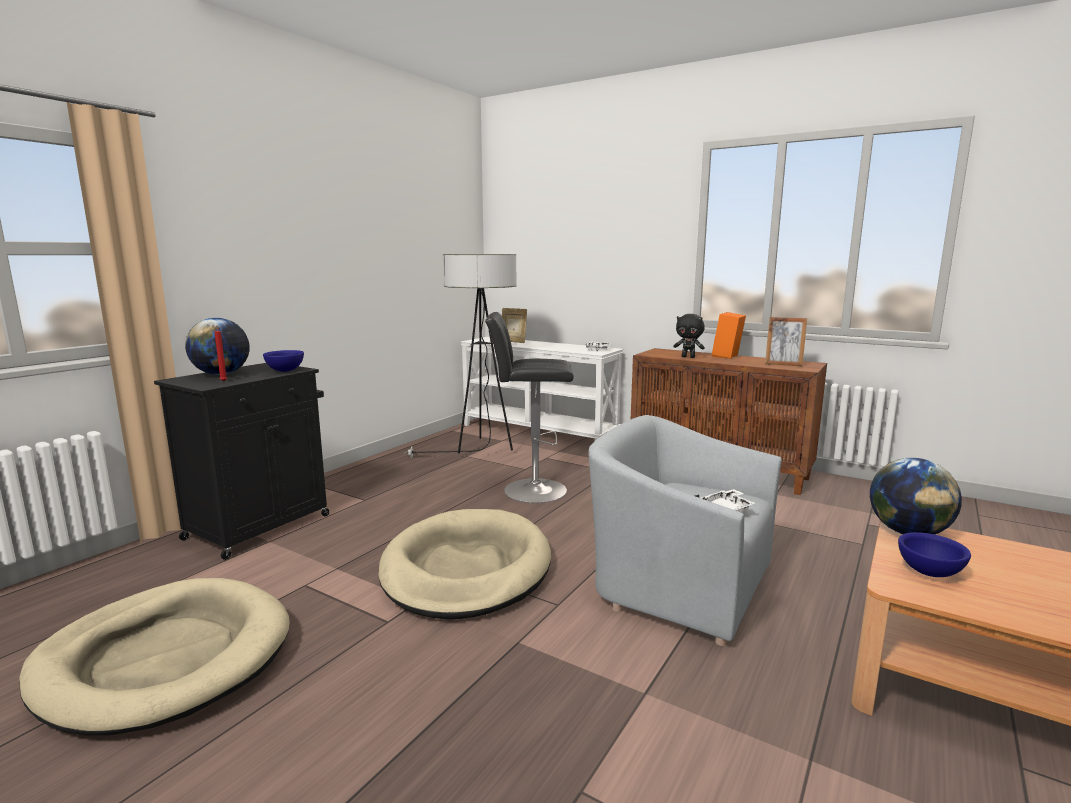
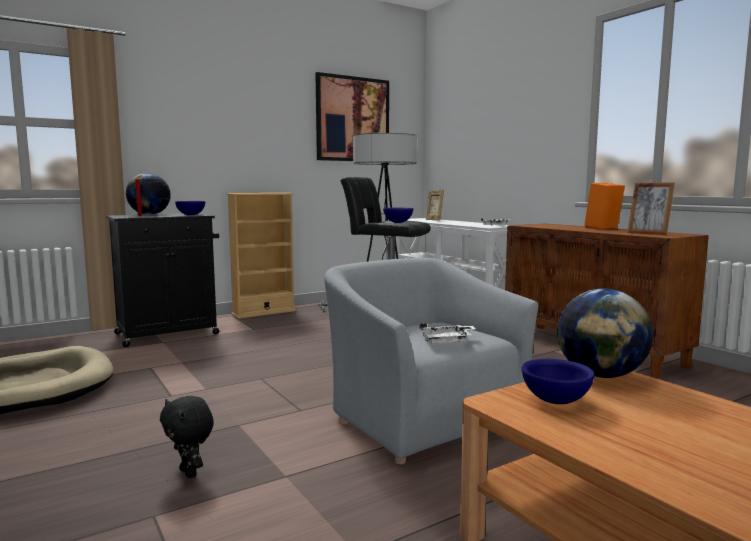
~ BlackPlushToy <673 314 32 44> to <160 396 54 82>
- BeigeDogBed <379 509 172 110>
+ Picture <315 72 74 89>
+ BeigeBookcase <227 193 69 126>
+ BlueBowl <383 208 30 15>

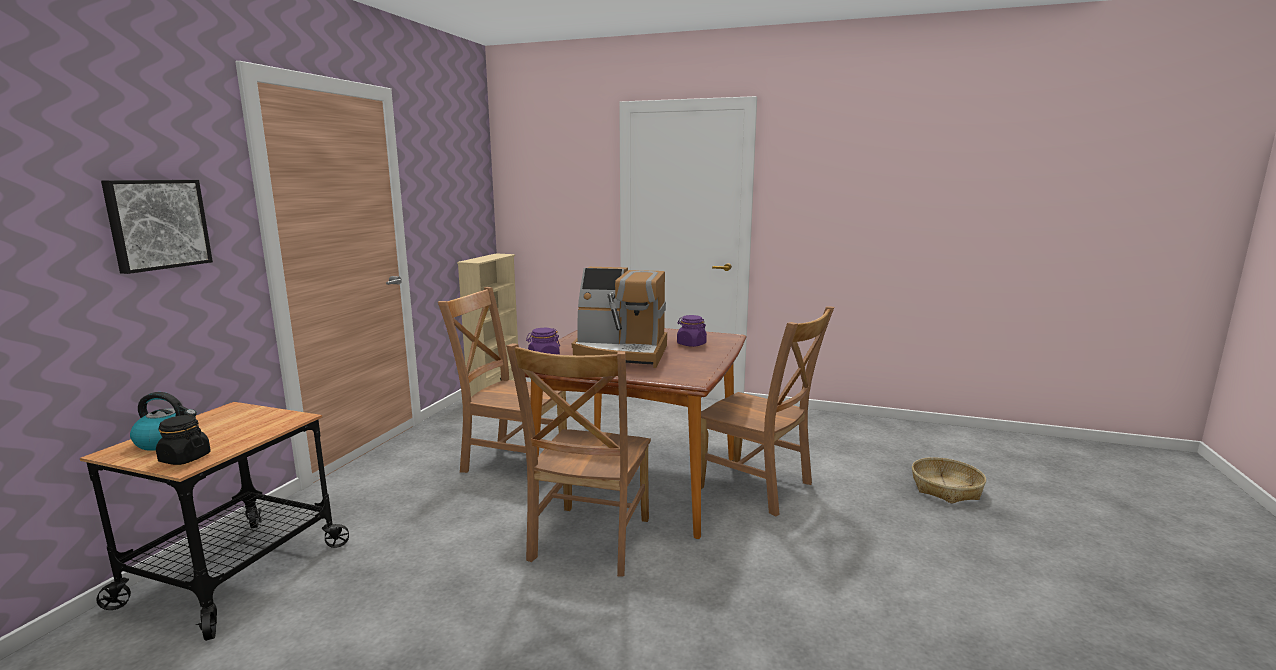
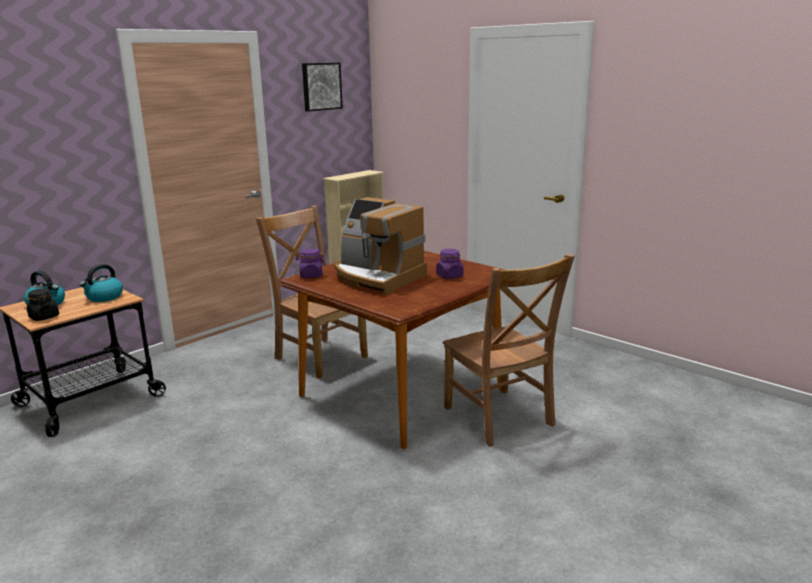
~ Picture <101 180 112 94> to <302 63 41 48>
- BrownChair <506 343 145 234>
- Basket <912 457 74 47>
+ Kettle <80 264 43 38>

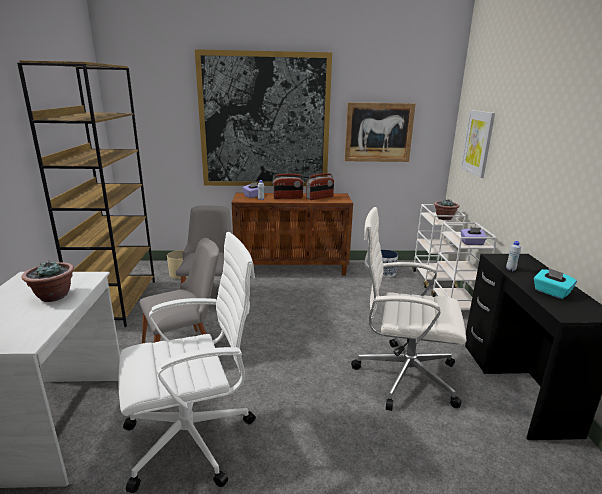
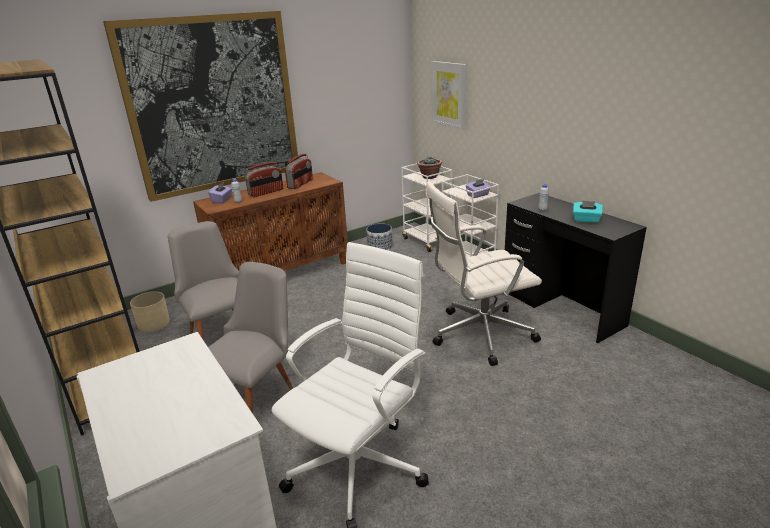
- Picture <344 102 72 60>
- PottedPlant <22 260 52 42>

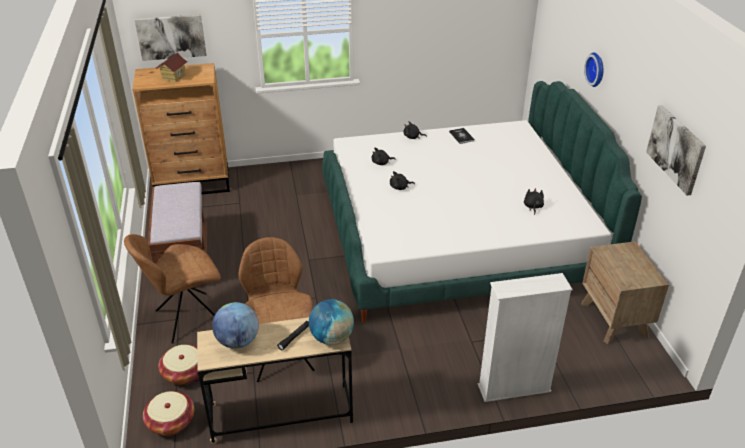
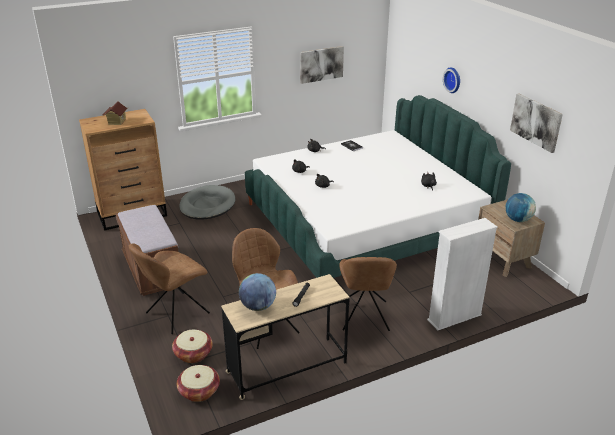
~ Picture <135 15 72 46> to <300 46 44 38>
~ Globe <309 299 45 46> to <505 193 31 29>
+ GreyDogBed <179 185 56 35>
+ BrownChair <339 257 58 74>

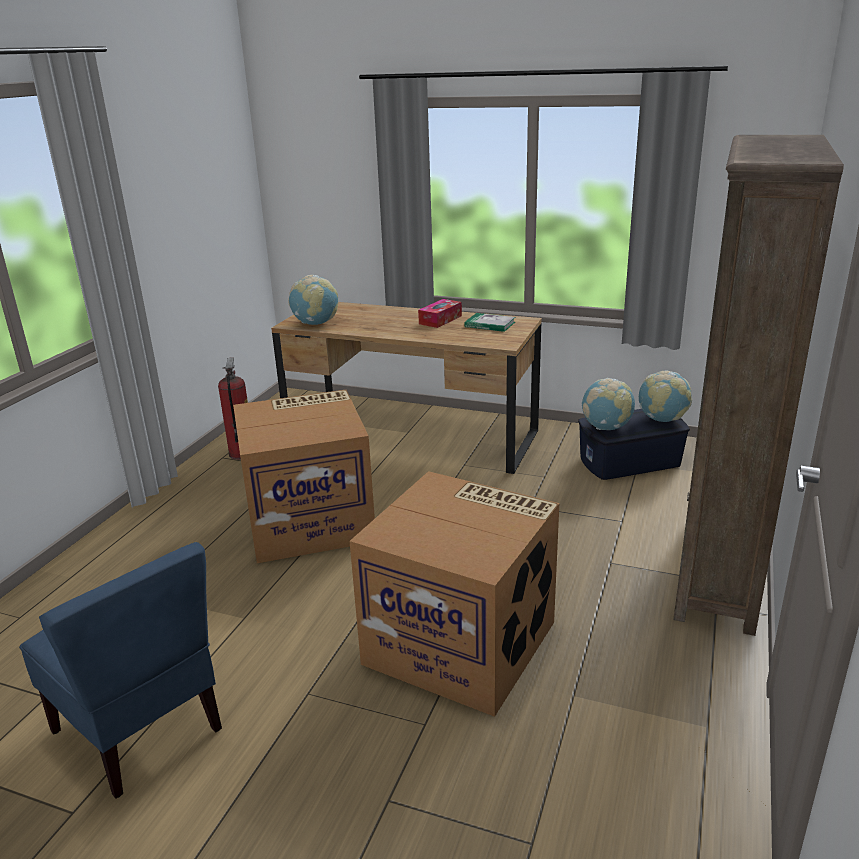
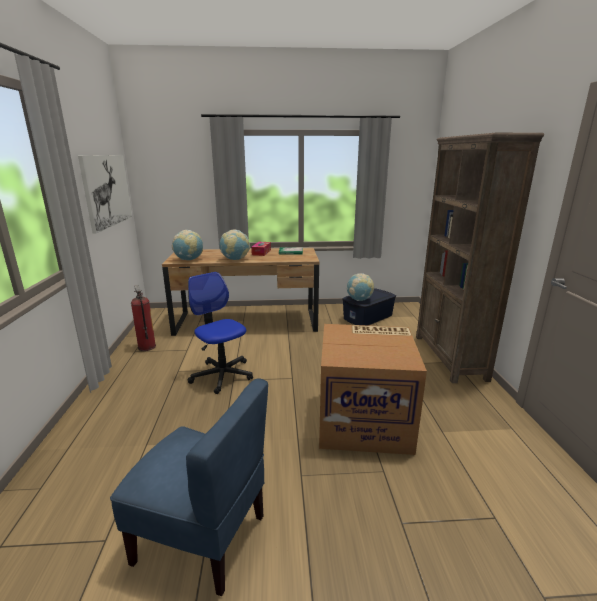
~ Globe <639 370 53 52> to <220 229 30 31>
~ CardboardBox <233 390 142 173> to OfficeChair <188 272 65 122>
+ Picture <78 155 54 78>

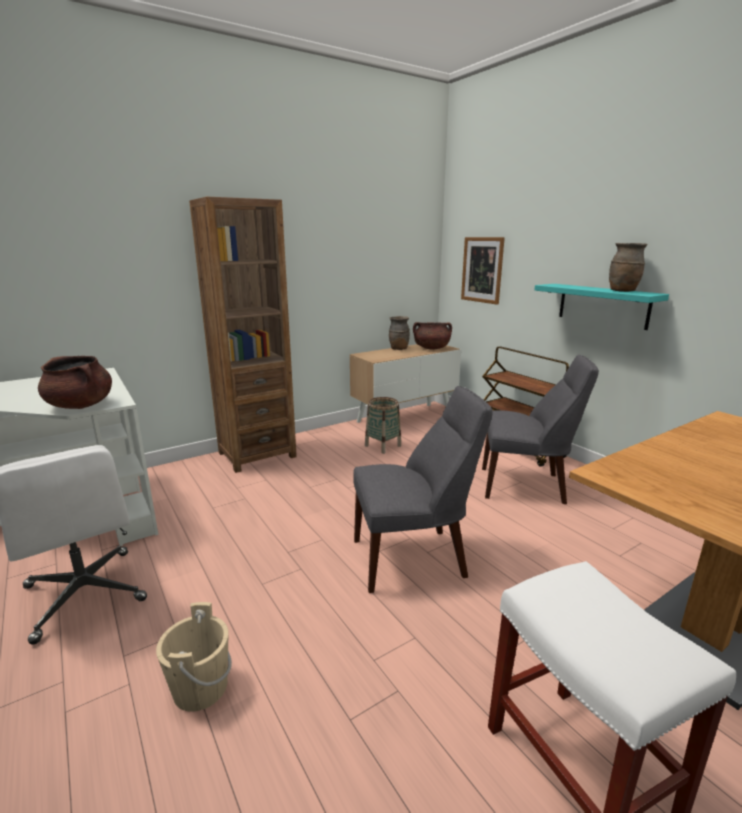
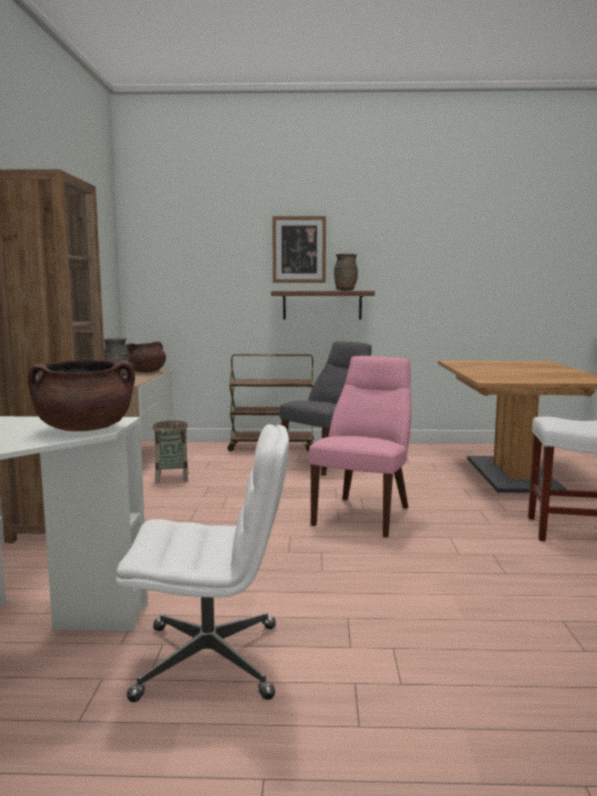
~ Picture <461 237 44 68> to <272 216 54 67>
~ TurquoiseShelf <534 284 135 46> to BrownShelf <271 291 104 29>
~ GreyChair <353 386 140 207> to PinkChair <308 356 103 182>
- BeigeBucket <156 602 76 110>

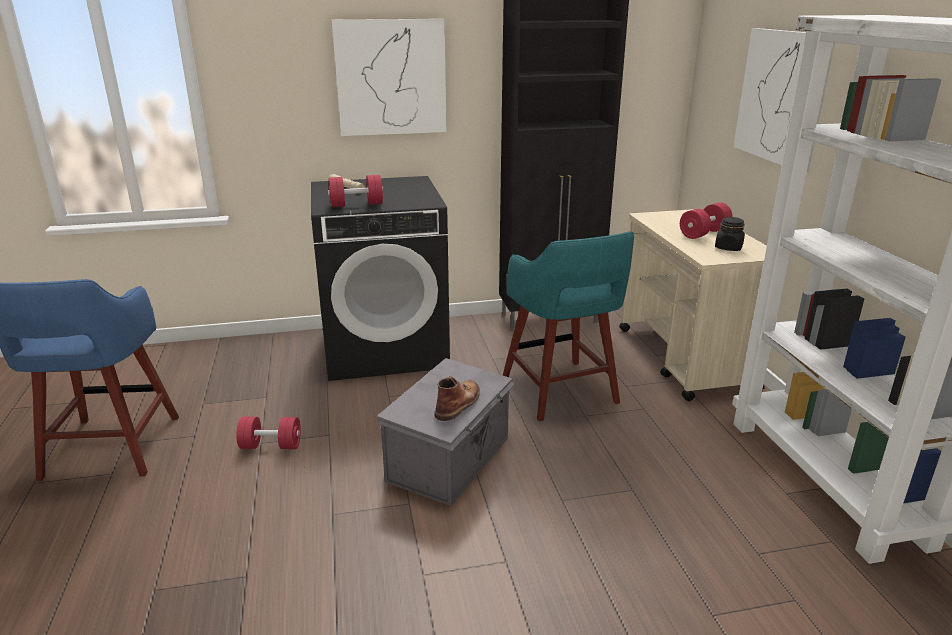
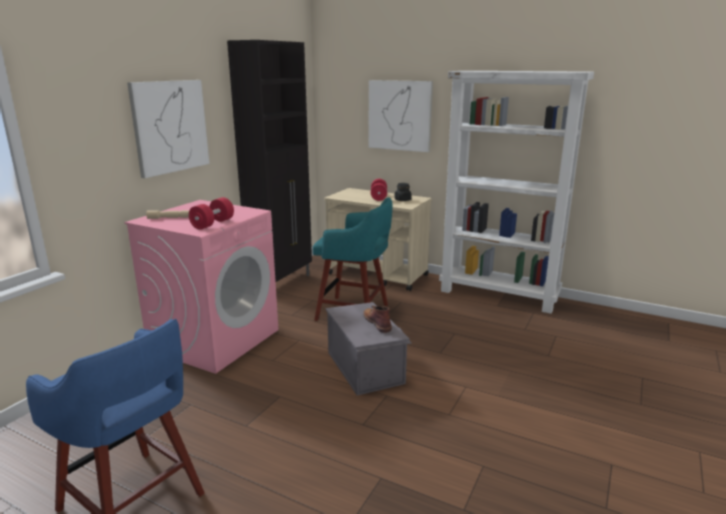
~ BlackWashingMachine <311 176 139 205> to PinkWashingMachine <124 200 154 174>
- RedDumbbell <236 417 65 32>

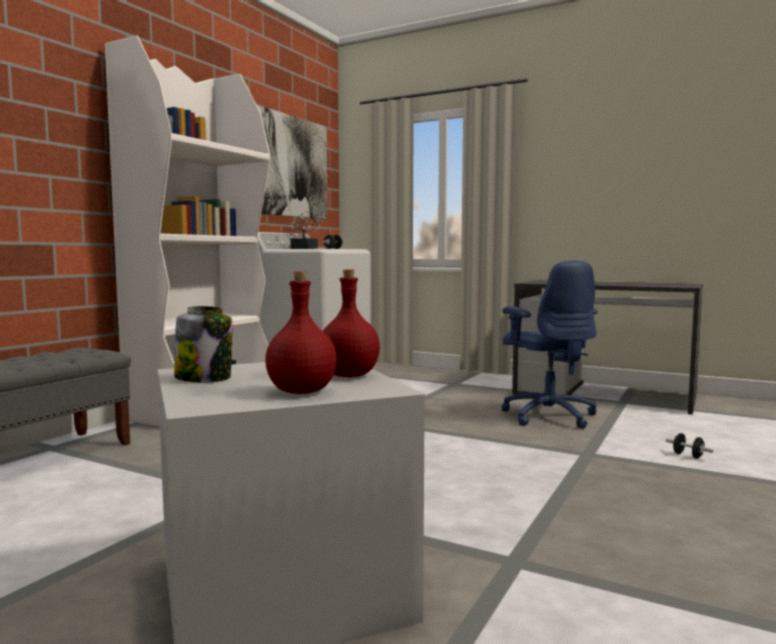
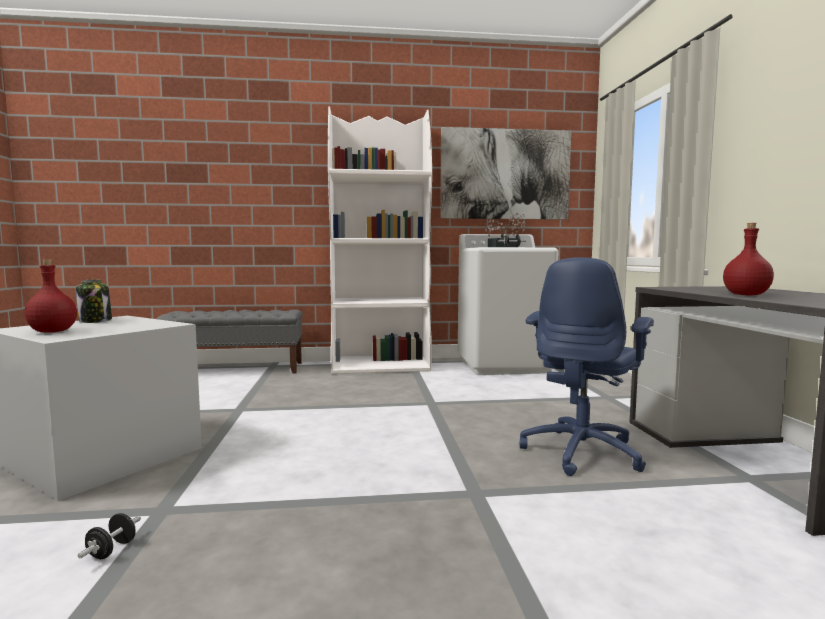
~ RedBottle <323 269 57 108> to <723 223 51 72>
~ BlackDumbbell <666 433 48 26> to <78 513 63 46>

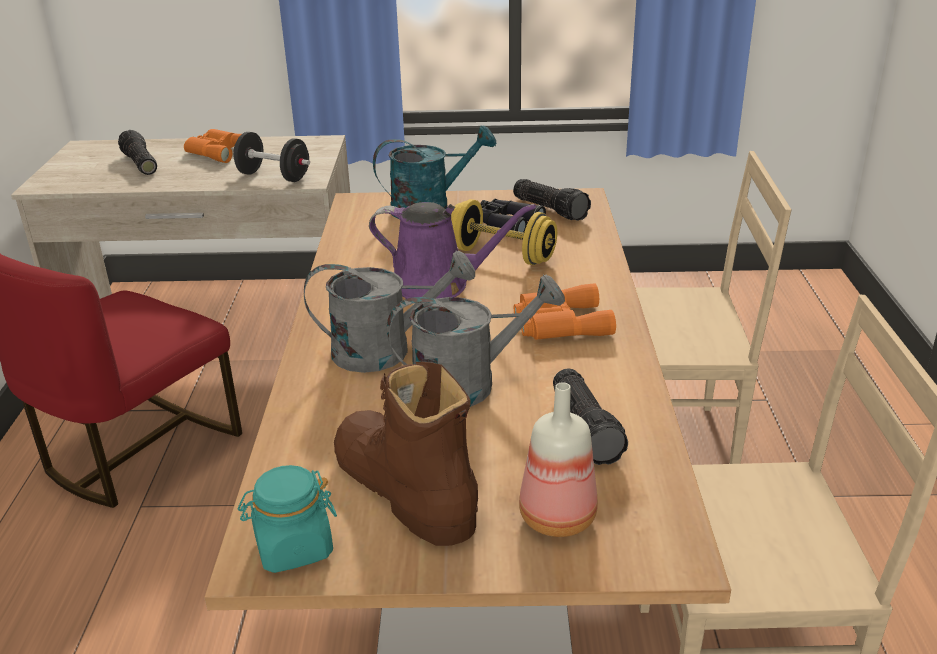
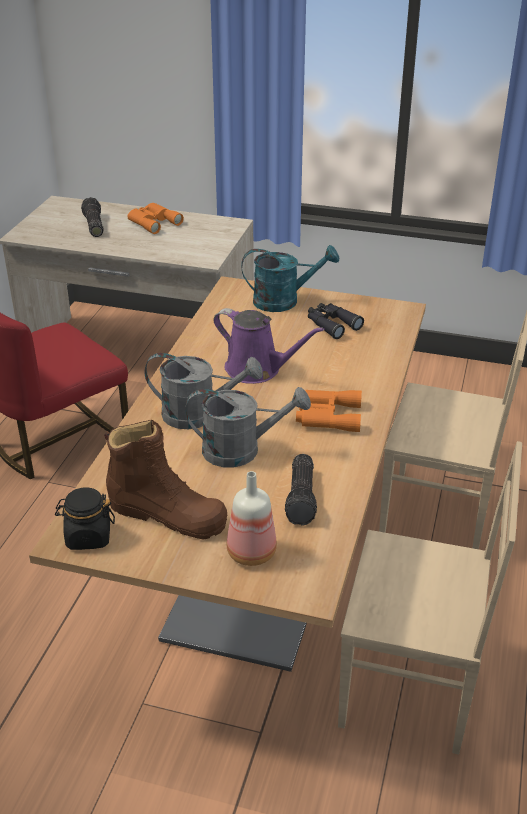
- BlackDumbbell <233 132 77 50>
- Flashlight <513 179 78 42>
- YellowDumbbell <451 199 106 66>
~ BrownBoot <334 362 144 184> = <104 420 123 120> 135 degrees clockwise
~ TurquoiseJar <238 465 99 108> to BlackJar <55 487 60 63>

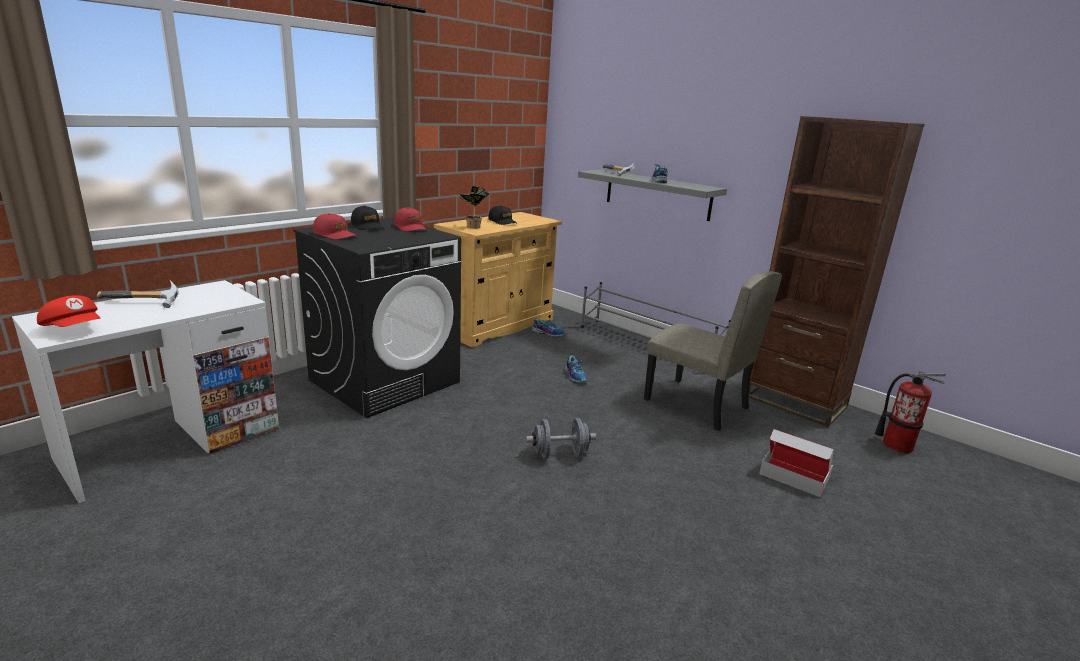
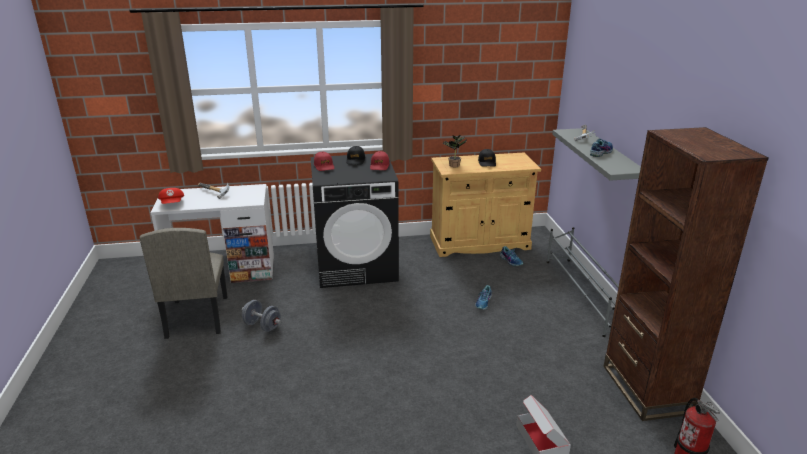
~ BeigeChair <644 271 138 160> to <140 228 88 111>
~ GreyDumbbell <526 418 70 40> to <242 300 39 32>

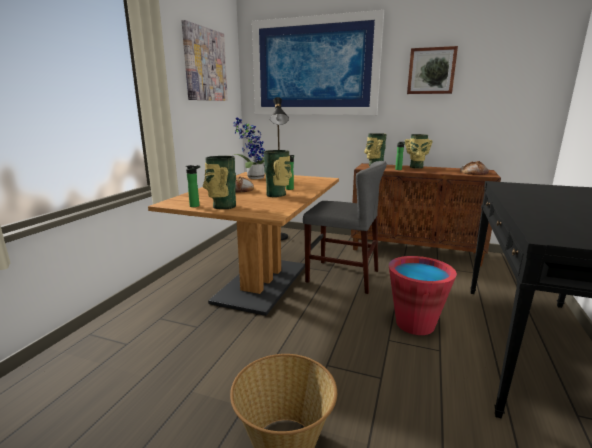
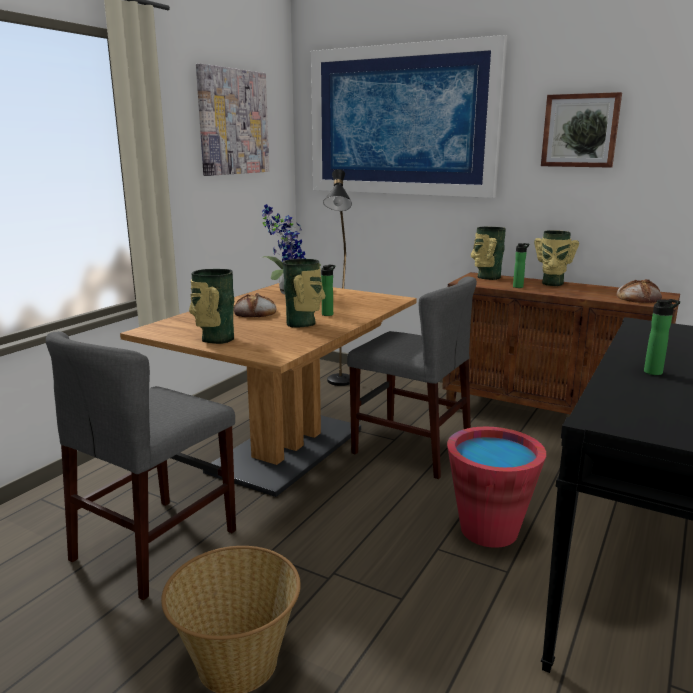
~ Bottle <186 165 14 42> to <644 299 36 76>
+ GreyChair <46 331 190 270>

